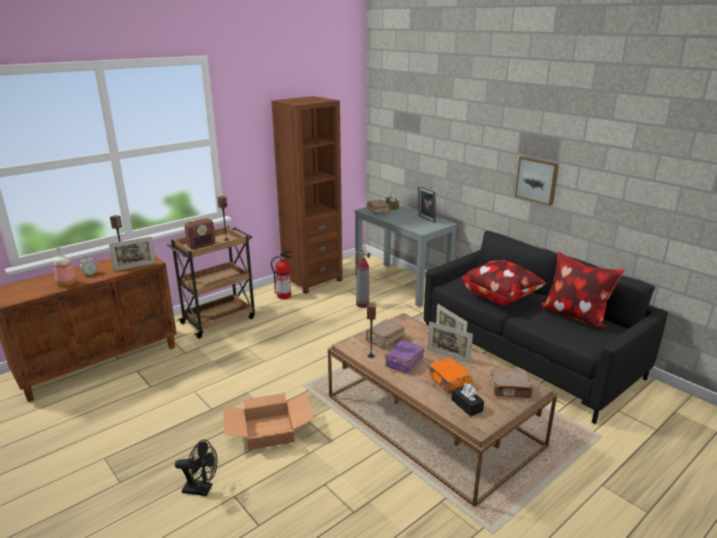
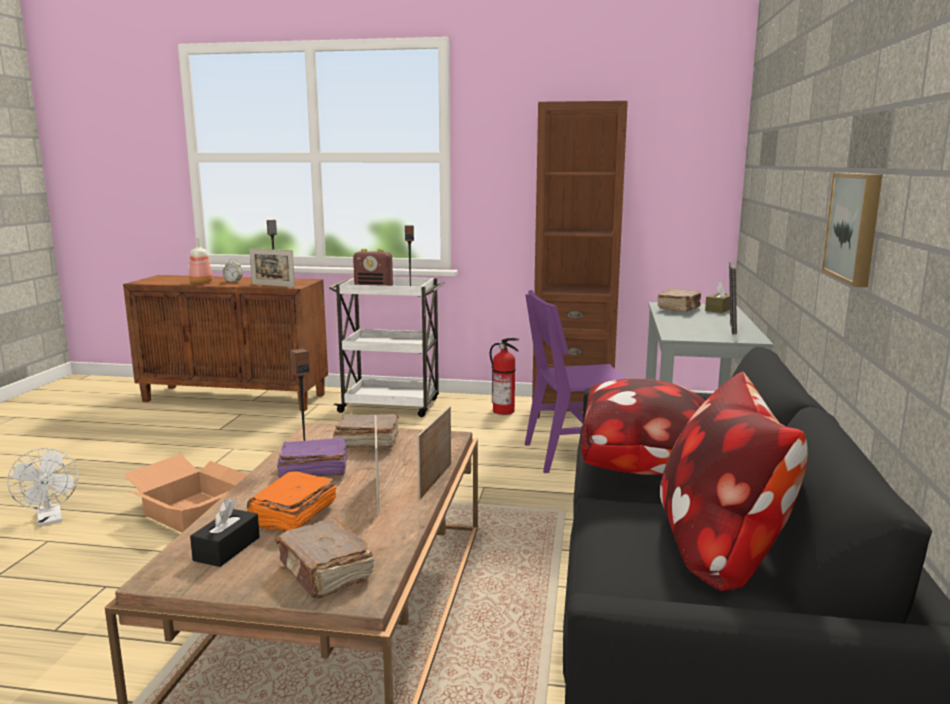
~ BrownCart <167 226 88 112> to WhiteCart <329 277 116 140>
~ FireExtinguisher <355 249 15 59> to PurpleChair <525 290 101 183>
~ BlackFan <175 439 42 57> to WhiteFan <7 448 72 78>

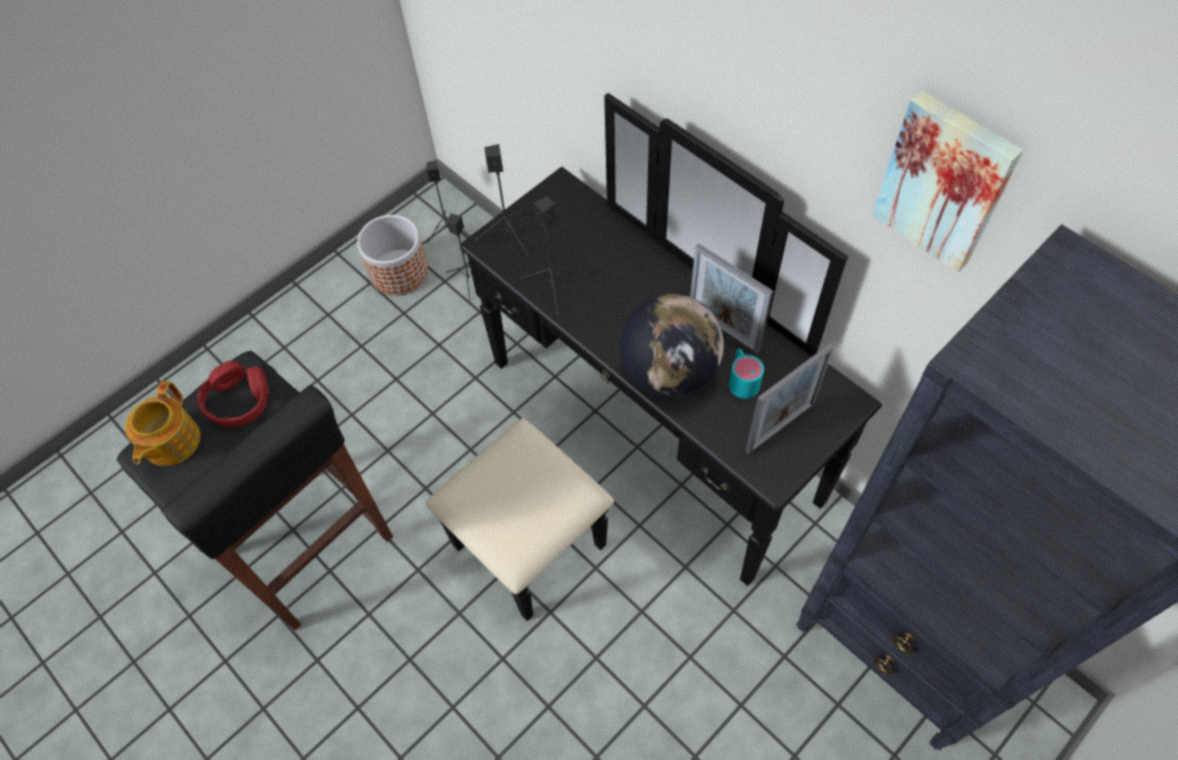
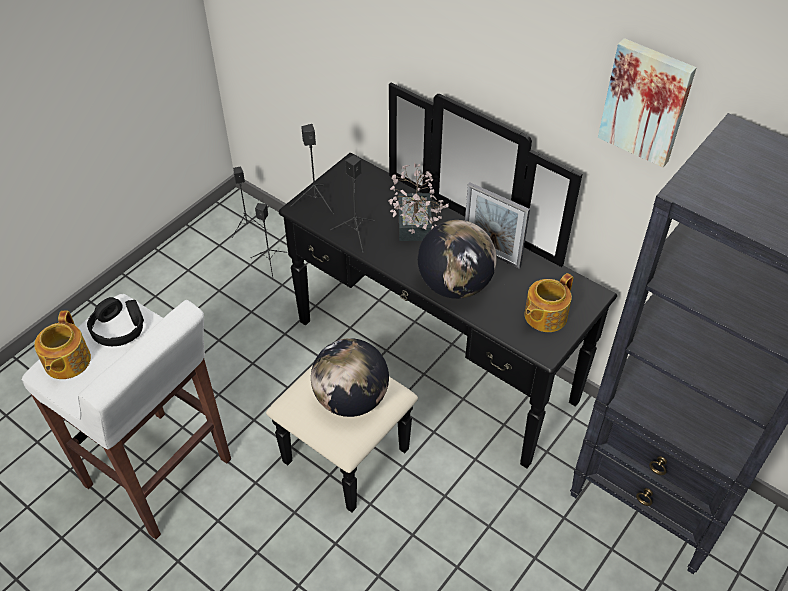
- Planter <357 215 71 81>
~ PictureFrame <745 343 89 112> to Teapot <524 273 49 59>
- TurquoiseMug <729 349 35 50>
~ BlackStool <116 351 277 279> to WhiteStool <22 294 209 245>
~ RedHeadphones <197 361 72 66> to BlackHeadphones <87 297 57 49>
+ PottedPlant <388 163 61 78>
+ Globe <311 338 78 79>

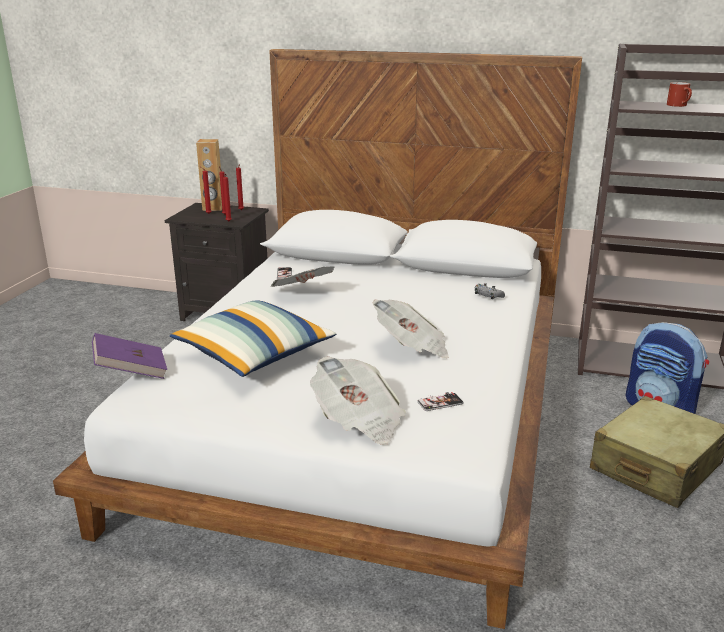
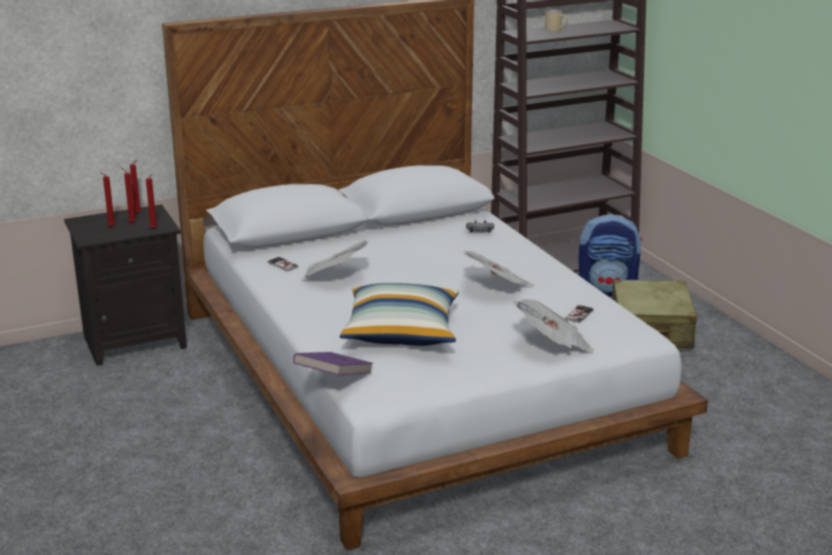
~ RedMug <667 82 25 25> to BeigeMug <545 10 23 22>
- BrownSpeaker <196 139 26 72>

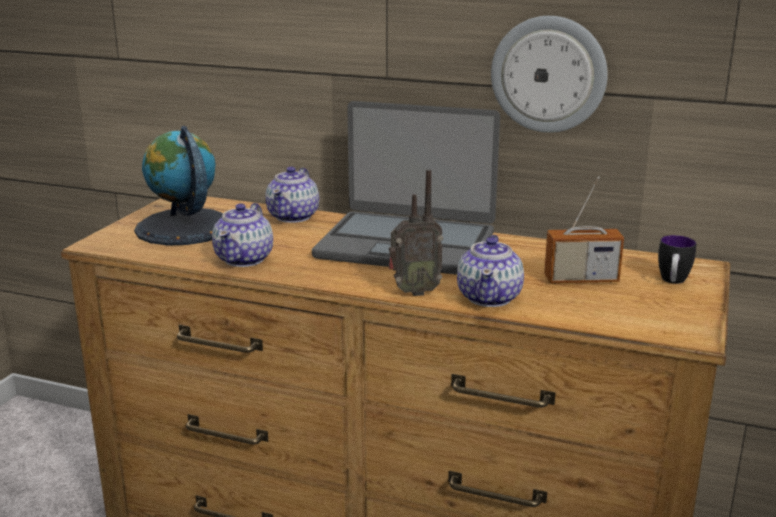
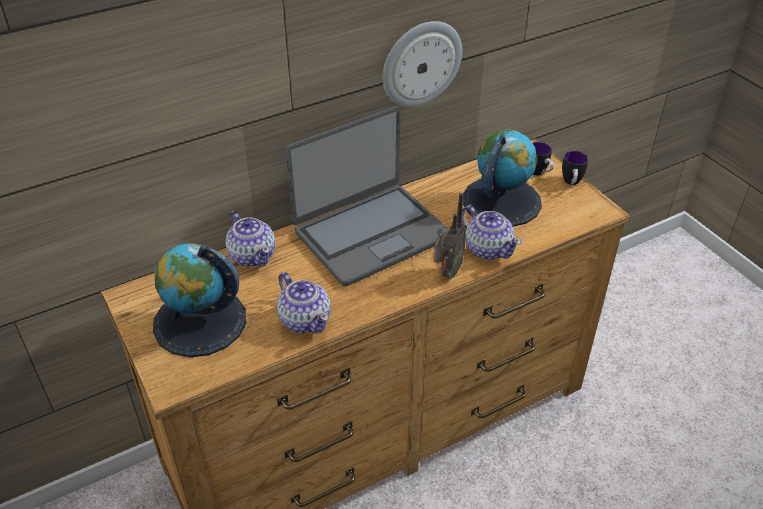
~ Radio <544 176 80 107> to Globe <463 129 79 98>
+ Mug <562 151 26 34>

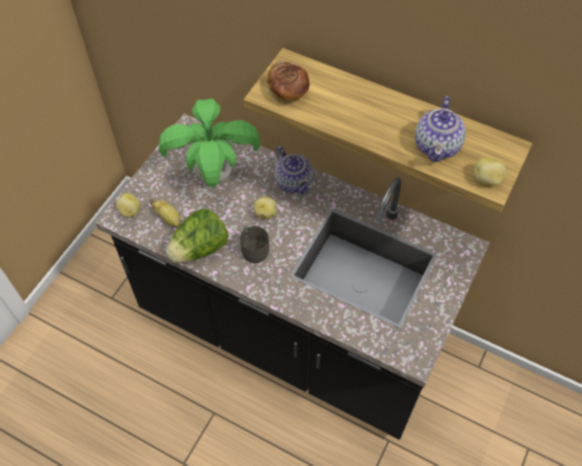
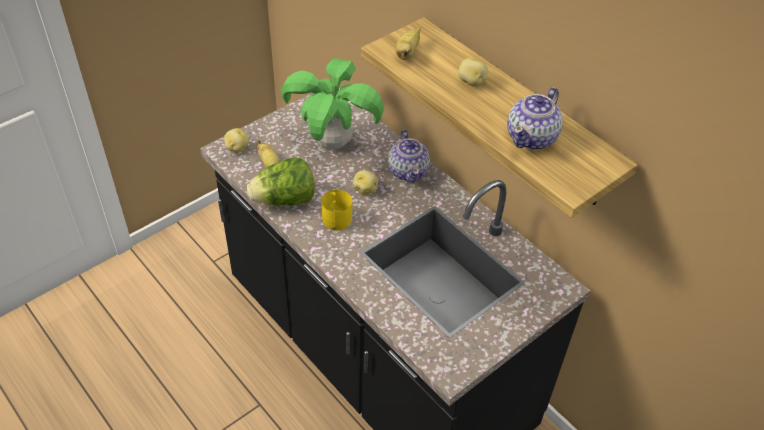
~ Bread <267 62 43 41> to Banana <396 27 25 33>
~ Potato <474 158 32 28> to <458 58 30 29>
~ GreyMug <240 226 29 37> to YellowMug <321 189 31 42>

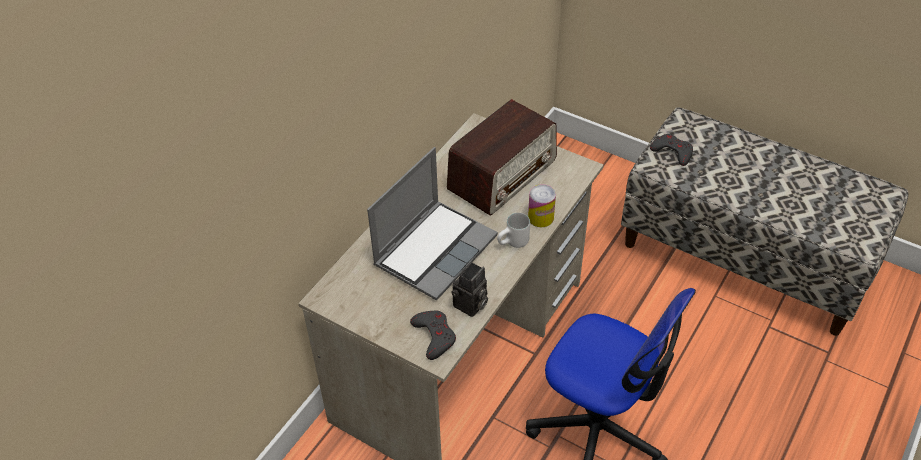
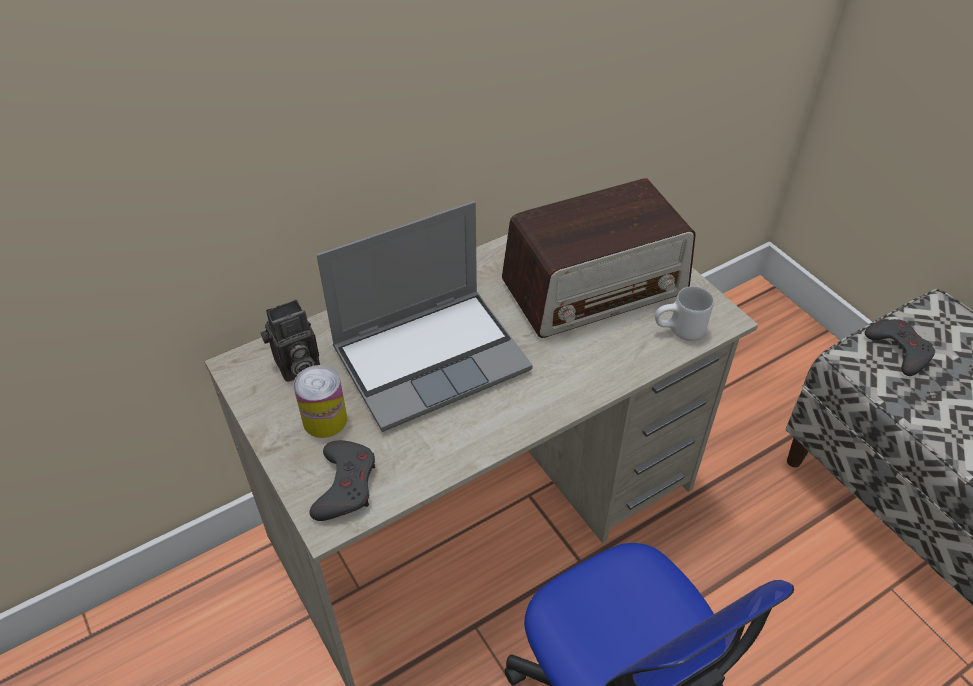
~ Can <528 184 28 43> to <294 365 53 73>
~ WhiteMug <497 213 33 35> to <655 286 59 55>
~ PhotoCamera <451 262 37 55> to <261 299 59 83>

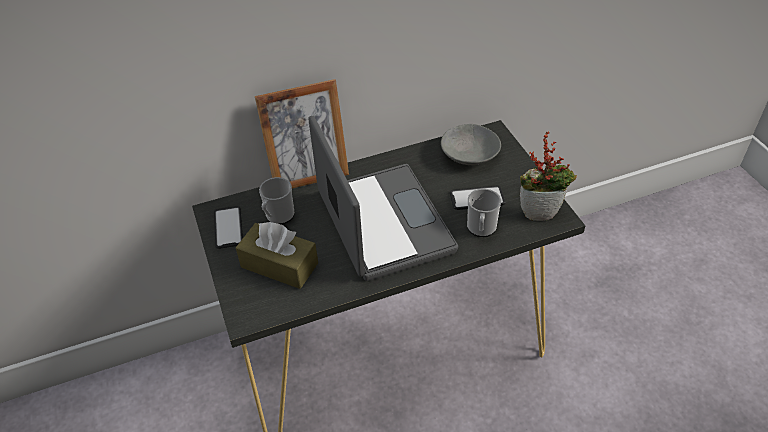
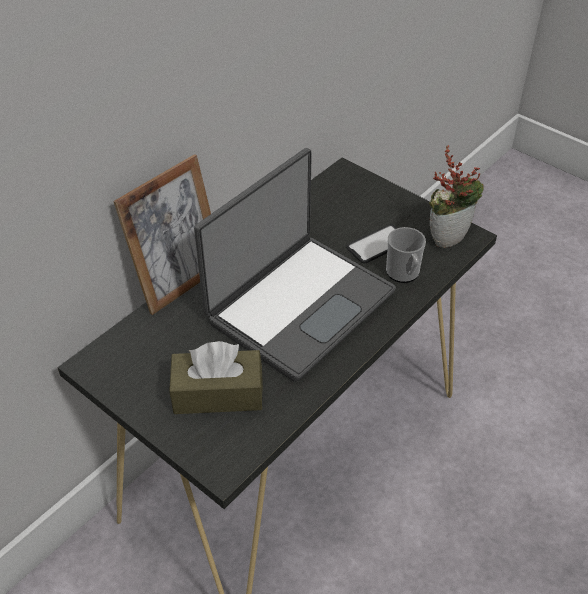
~ Laptop <309 116 149 165> = <194 148 202 234> 90 degrees clockwise
- GreyBowl <441 124 60 41>
- Mug <259 177 36 47>
- Phone <214 206 29 43>

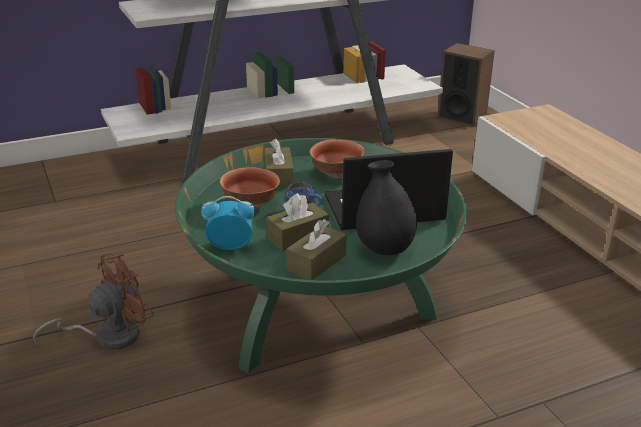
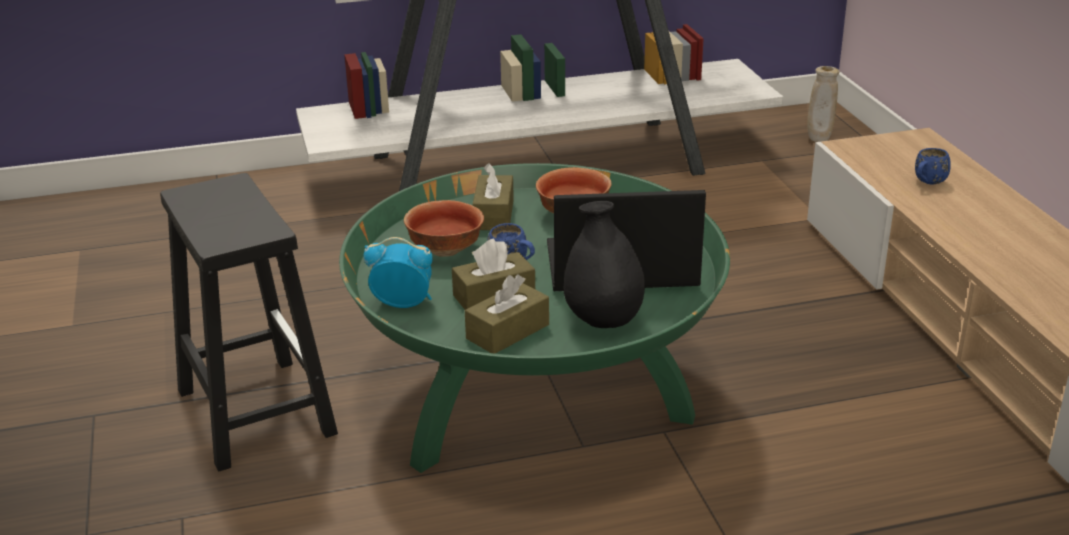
~ Speaker <437 43 58 84> to BeigeVase <807 66 33 76>
~ BrownFan <33 253 121 97> to BlackStool <160 173 178 299>
+ BlueMug <915 148 36 37>

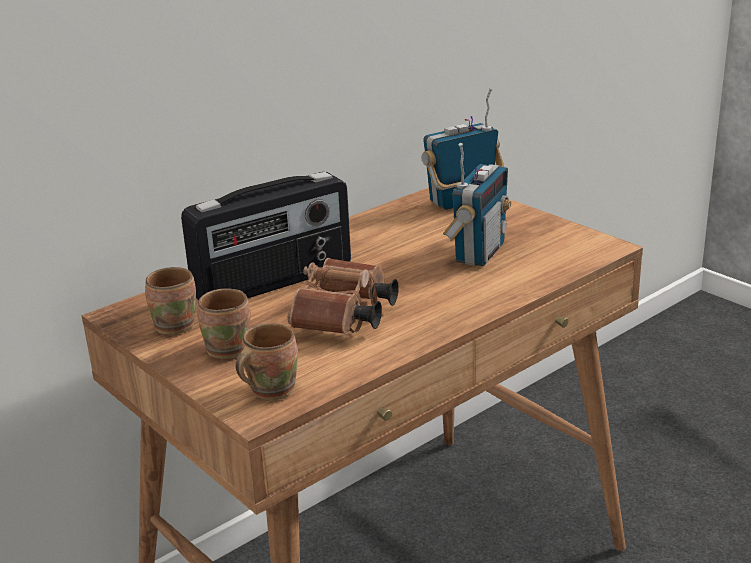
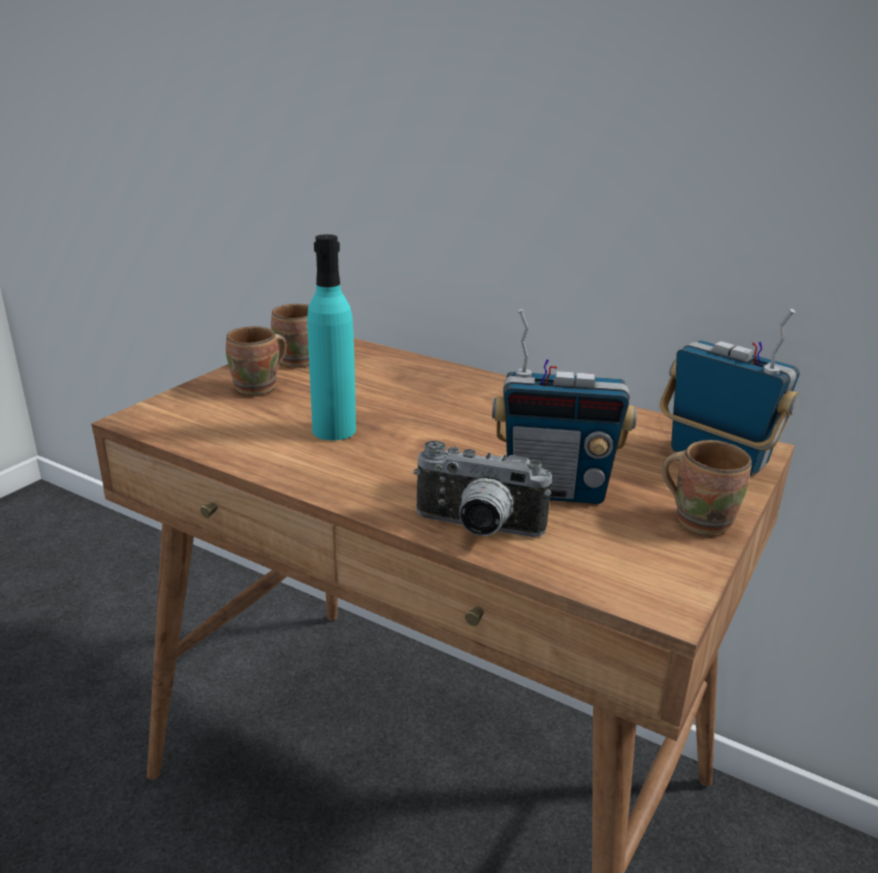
- Radio <181 172 170 128>
~ BrownBinoculars <288 258 111 76> to TurquoiseBottle <307 234 49 207>
~ BrownMug <236 323 62 77> to <662 440 90 95>
+ PhotoCamera <414 441 138 96>

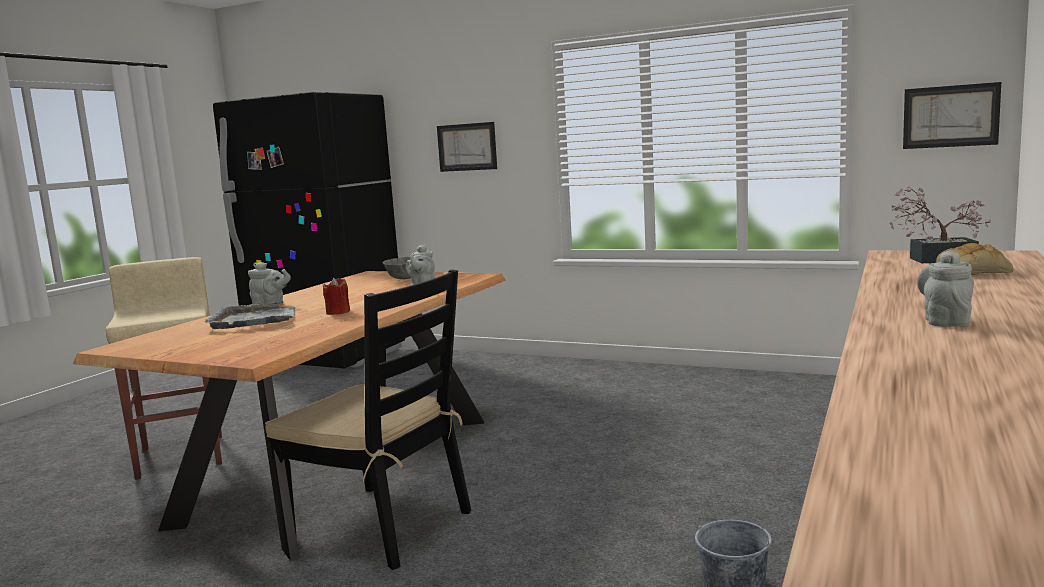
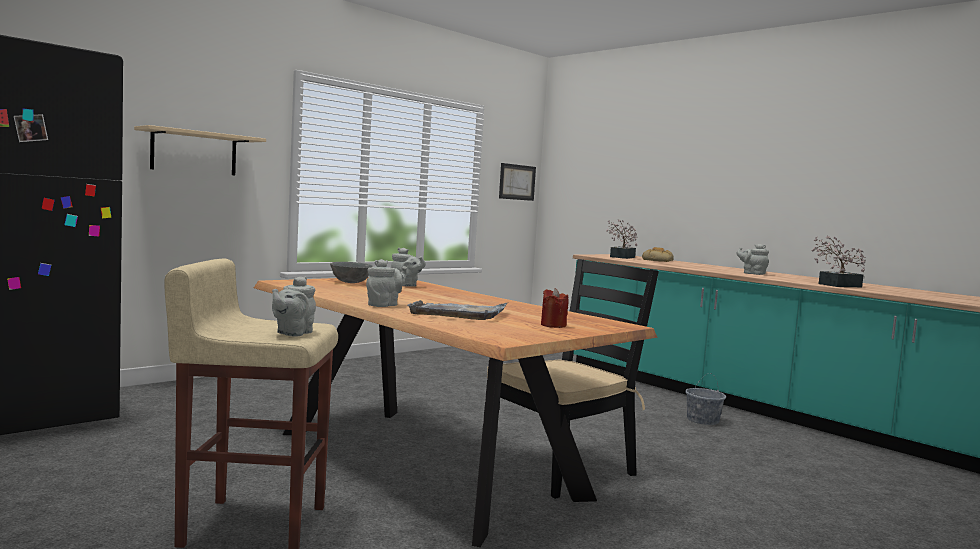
~ Picture <437 122 60 50> to BeigeShelf <134 125 132 50>
~ RedCandle <323 278 27 37> to <541 288 28 40>
+ PottedPlant <811 236 55 51>
+ GreyTeapot <272 276 44 60>

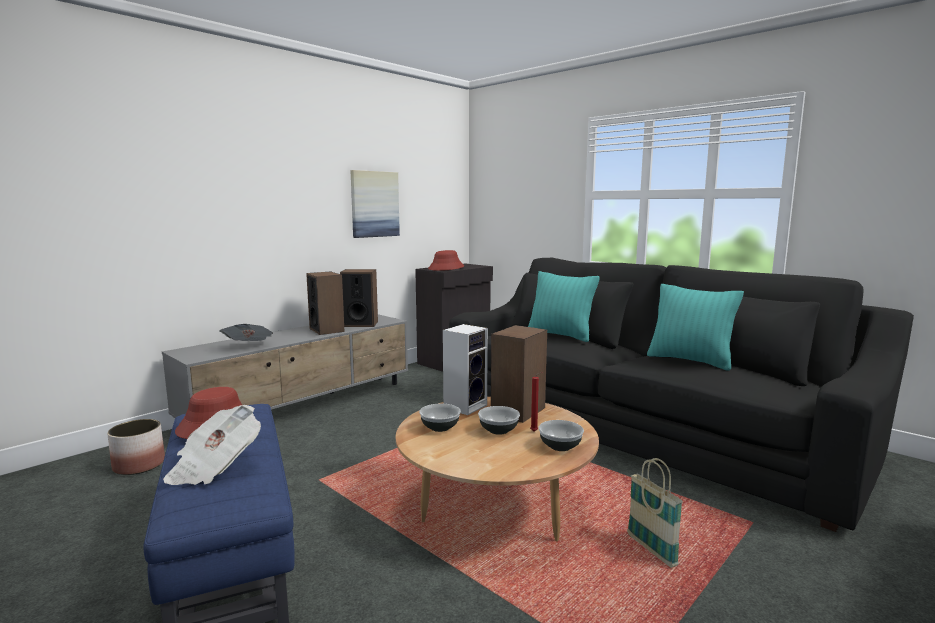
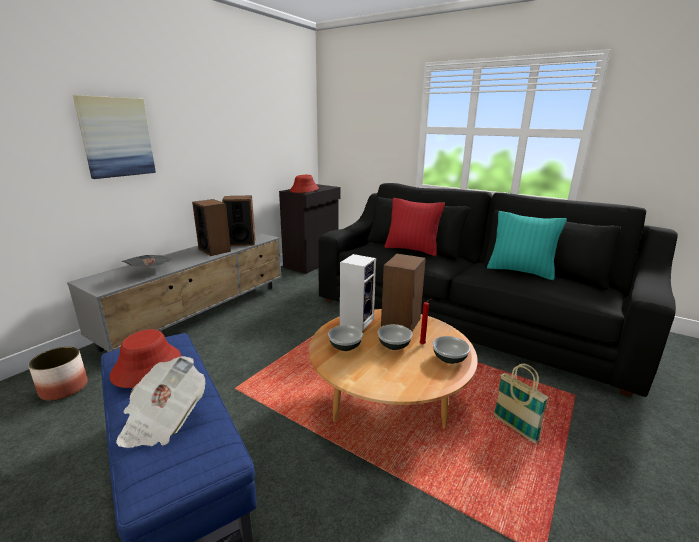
~ Picture <350 170 50 68> to <73 95 83 84>
~ TurquoisePillow <528 271 72 71> to RedPillow <385 198 60 58>

